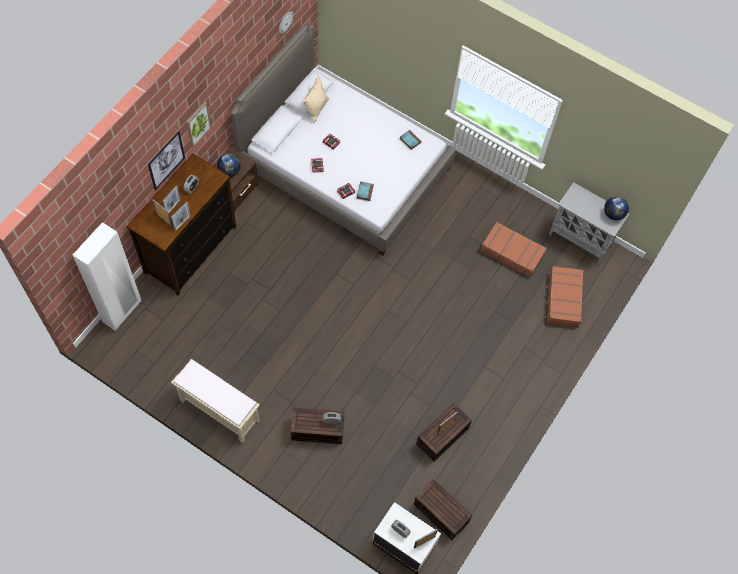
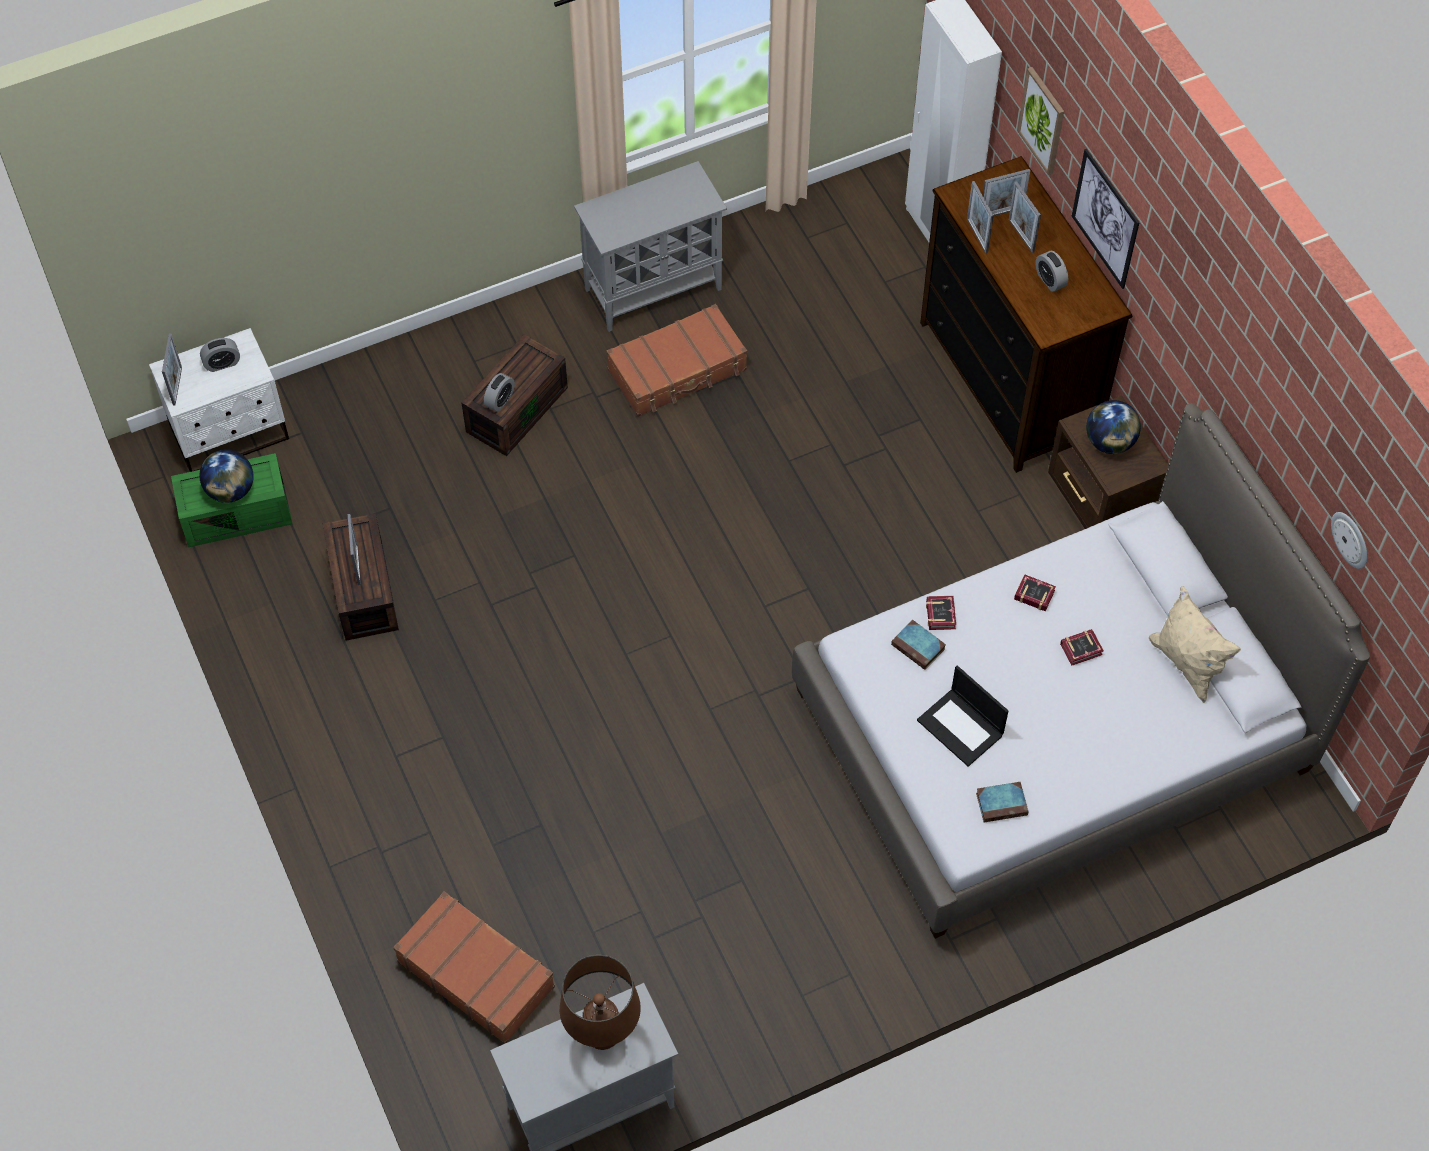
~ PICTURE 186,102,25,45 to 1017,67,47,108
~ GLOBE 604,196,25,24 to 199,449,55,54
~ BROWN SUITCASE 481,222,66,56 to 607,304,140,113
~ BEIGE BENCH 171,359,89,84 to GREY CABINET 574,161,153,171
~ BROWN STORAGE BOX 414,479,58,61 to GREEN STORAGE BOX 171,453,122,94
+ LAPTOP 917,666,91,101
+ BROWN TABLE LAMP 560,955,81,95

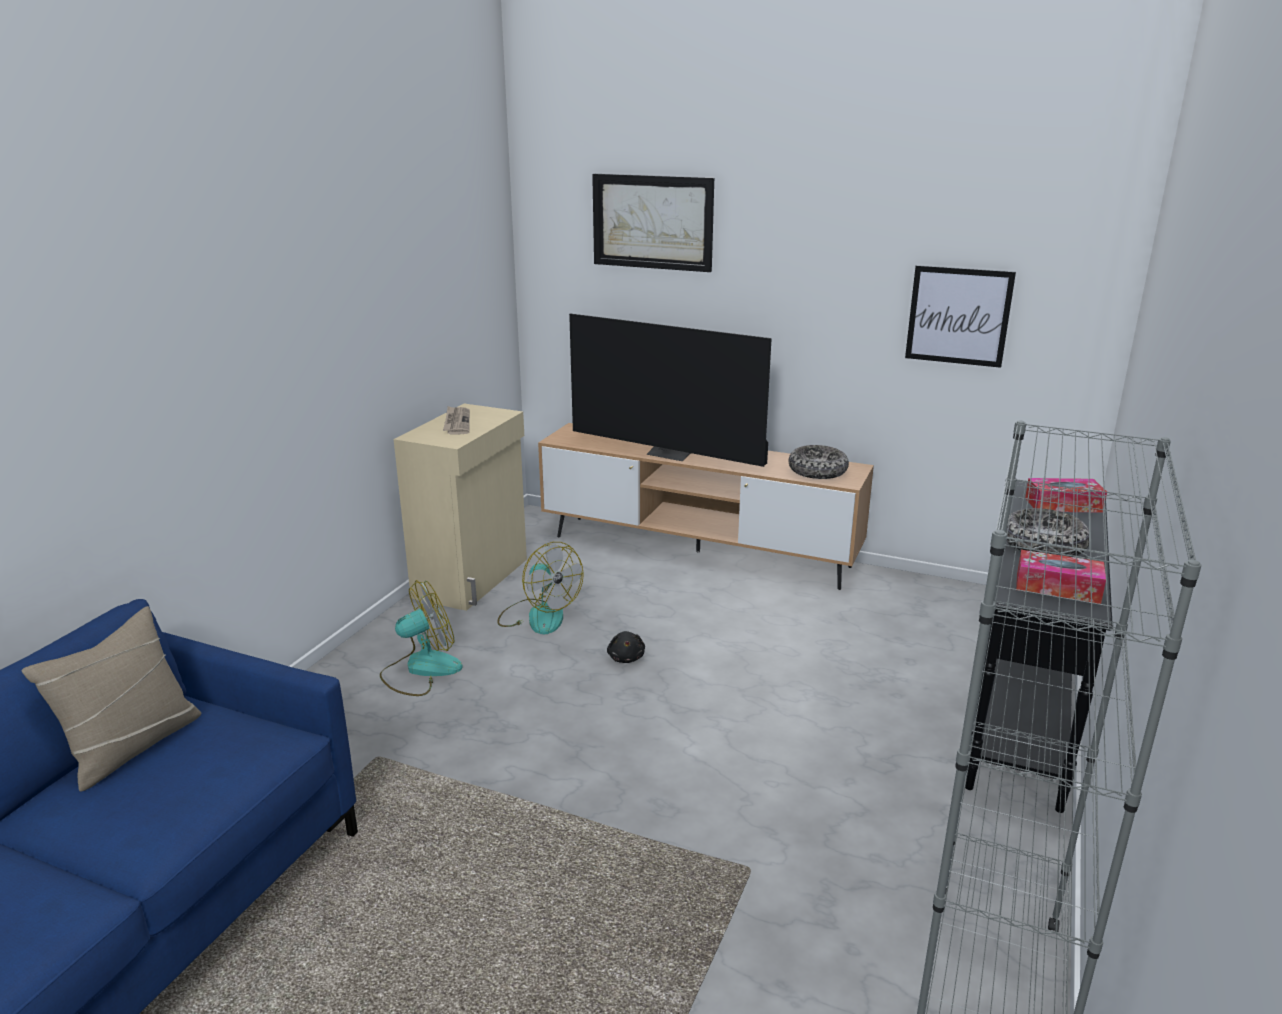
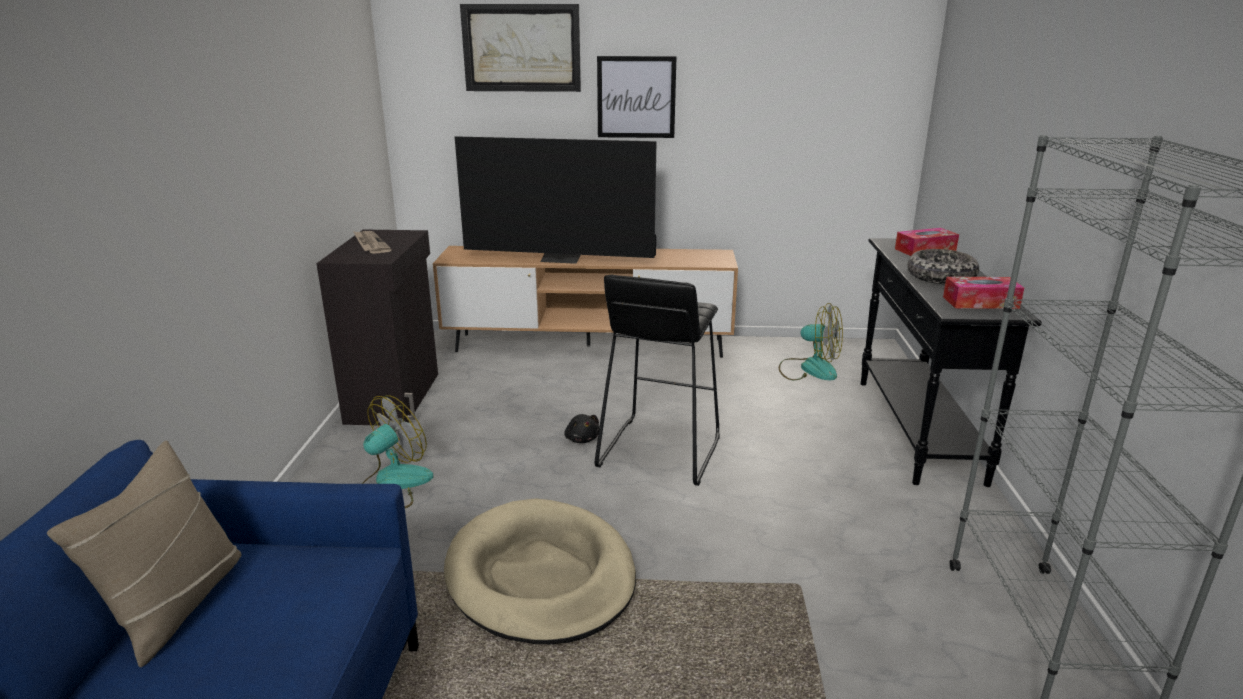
~ PICTURE 905,265,111,103 to 597,56,79,82
~ BEIGE CABINET 394,404,133,207 to BLACK CABINET 316,230,122,196
- BOWL 789,445,60,34
~ FAN 497,542,87,92 to 779,303,64,77
+ BLACK STOOL 595,275,125,211
+ BEIGE DOG BED 444,498,192,146

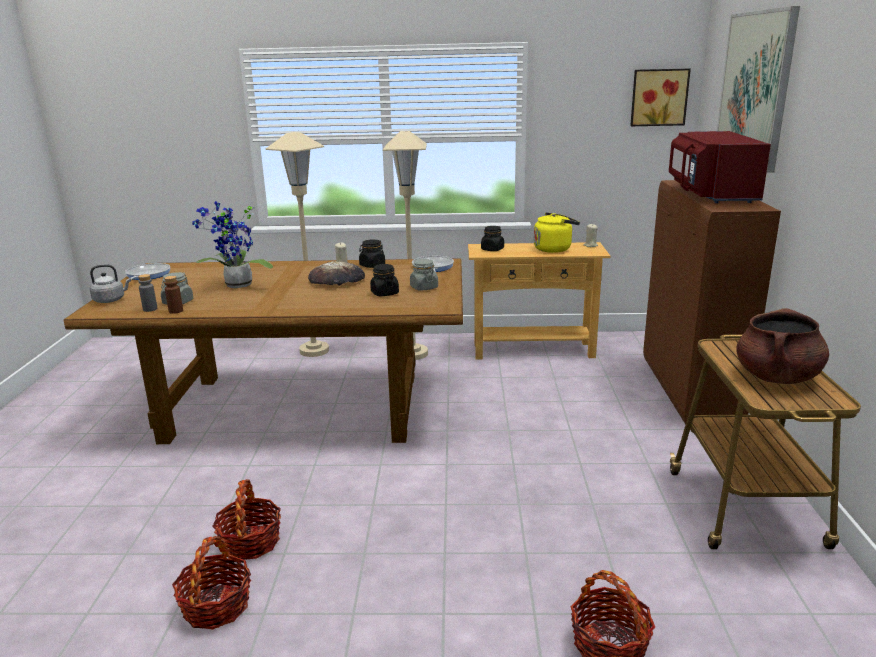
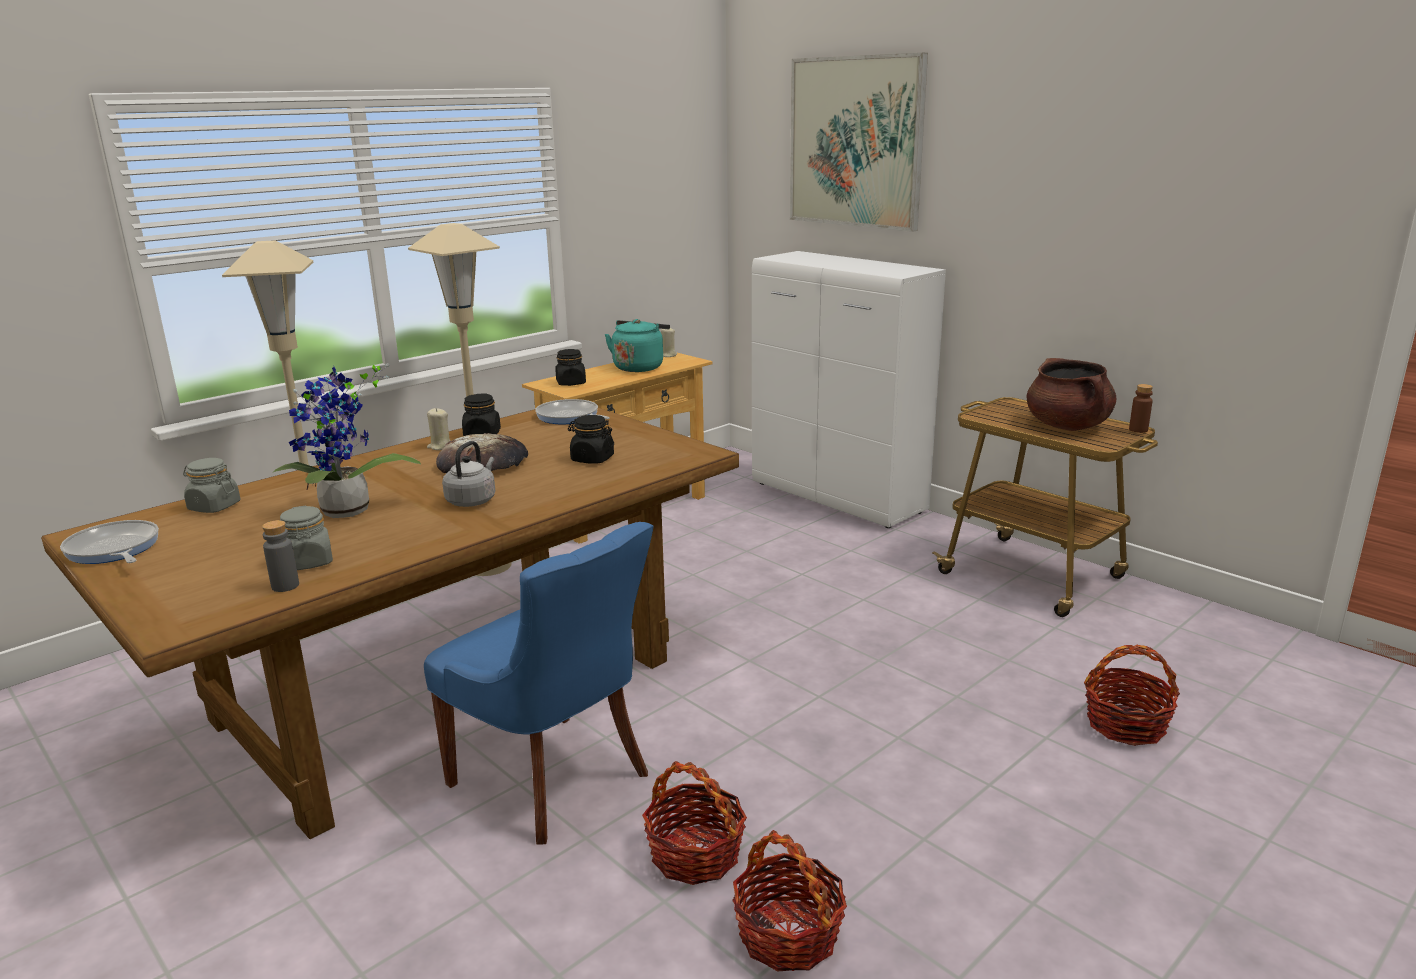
- PICTURE 630,69,61,57
- RED MICROWAVE 669,131,102,72
~ BROWN CABINET 643,180,138,245 to WHITE CABINET 752,251,194,277
~ YELLOW KETTLE 534,212,46,41 to TURQUOISE KETTLE 604,319,66,53
~ GREY JAR 410,259,28,32 to 183,458,57,55
~ GREY KETTLE 90,264,41,39 to 442,441,53,66
~ BROWN BOTTLE 164,276,19,38 to 1129,384,24,49
+ BLUE CHAIR 424,522,229,323

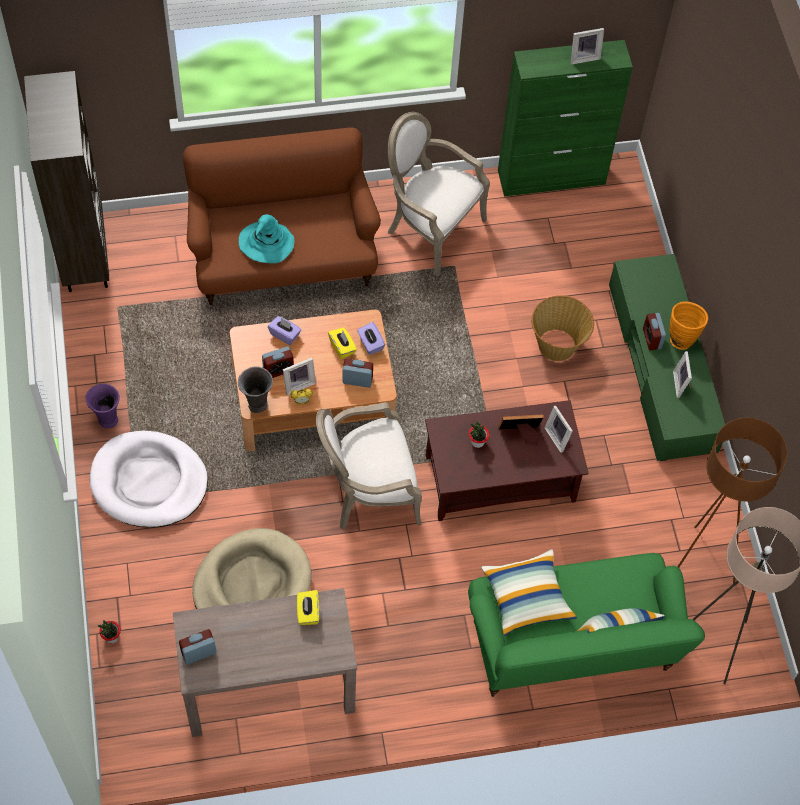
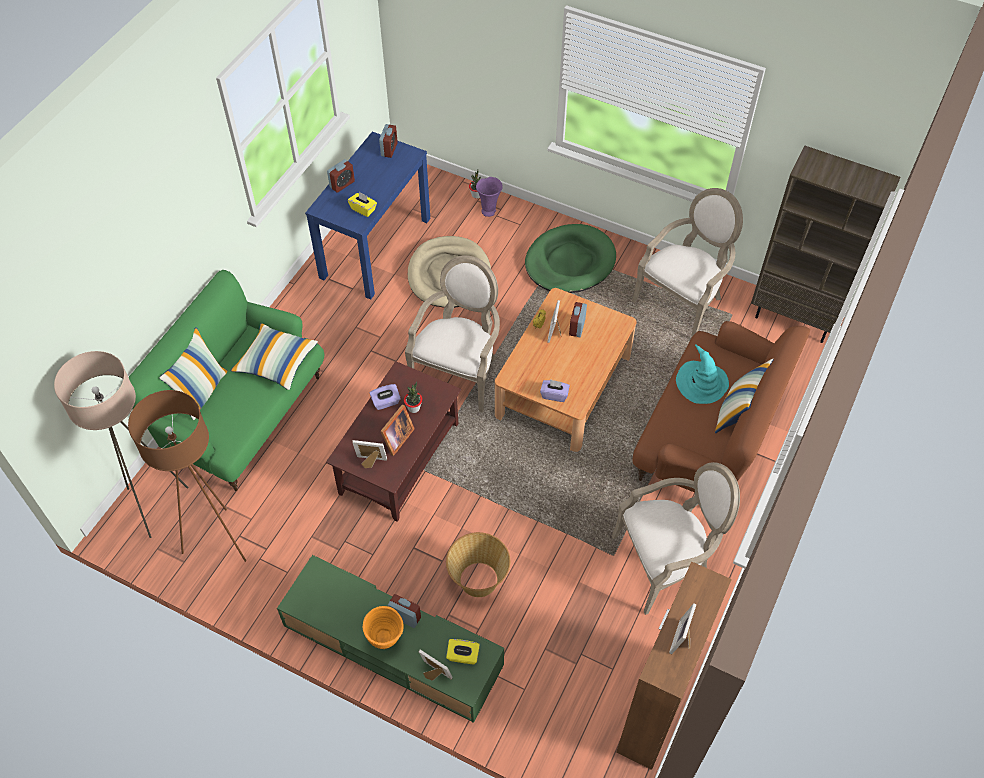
~ GREEN CABINET 498,40,135,156 to BROWN CABINET 617,561,115,209
~ PURPLE TISSUE BOX 268,316,33,29 to 370,384,31,26
~ YELLOW TISSUE BOX 328,328,29,31 to 446,639,34,25
~ PICTURE FRAME 673,351,19,47 to 418,650,35,31
~ ALARM CLOCK 342,358,31,30 to 327,159,28,33
- GREY VASE 238,366,35,47
~ PURPLE VASE 85,384,35,44 to 476,177,27,40
~ WHITE DOG BED 90,430,118,98 to GREEN DOG BED 525,224,91,69
~ BROWN CONSOLE TABLE 173,588,184,149 to BLUE CONSOLE TABLE 305,131,125,169
+ ARMCHAIR 632,188,111,150
+ PILLOW 715,359,59,74

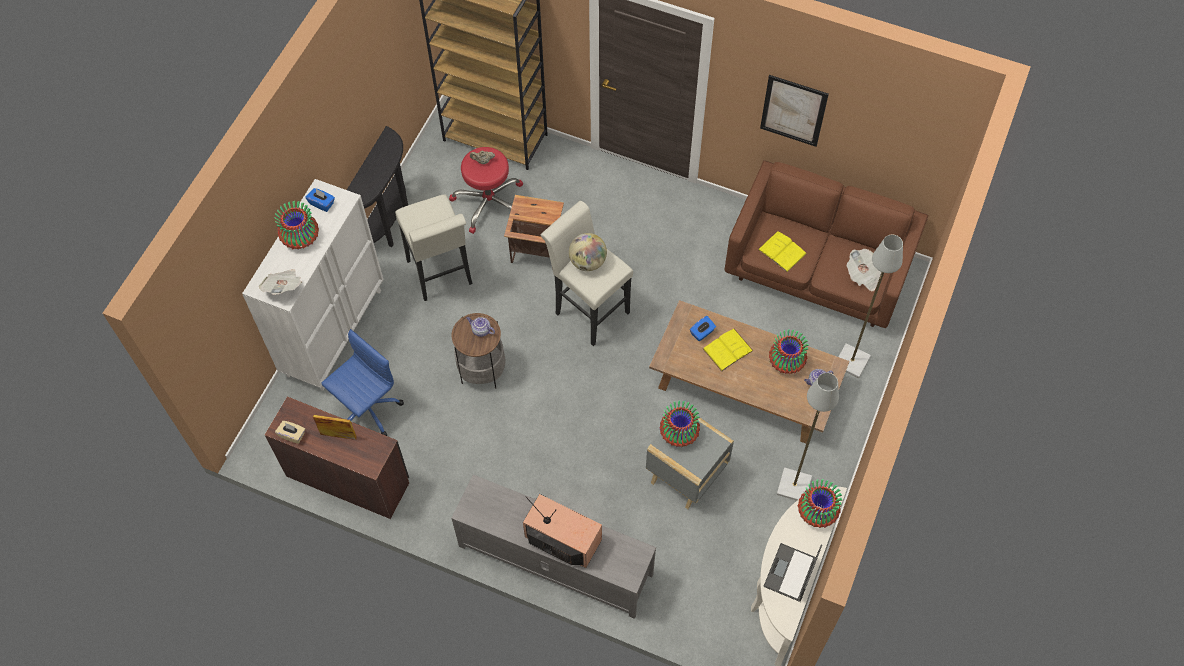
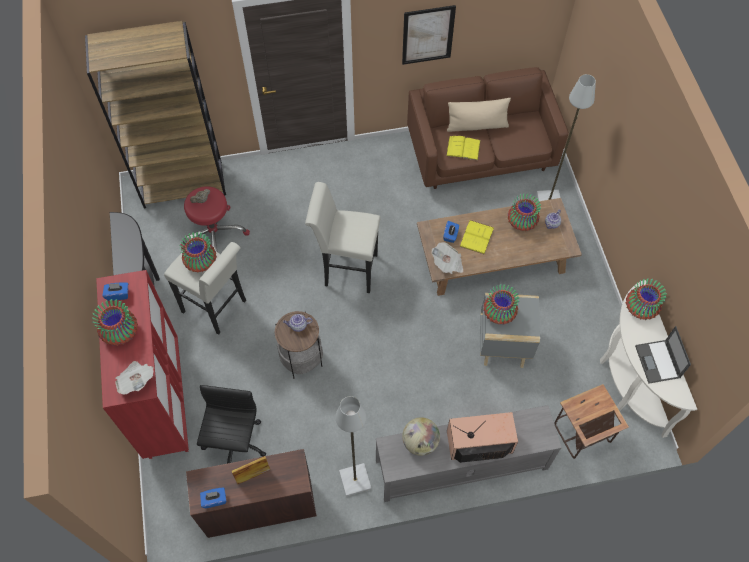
~ WHITE CABINET 242,179,142,212 to RED CABINET 96,270,93,189
~ SIDE TABLE 504,195,60,68 to 554,384,75,75
~ GLOBE 569,233,38,38 to 402,417,38,39
~ NEWSPAPER 847,249,34,42 to 432,242,31,32
~ BLUE OFFICE CHAIR 321,329,83,107 to BLACK OFFICE CHAIR 197,385,69,79
~ GREY FLOOR LAMP 777,373,62,128 to 335,396,37,100
~ BEIGE TISSUE BOX 275,421,30,23 to BLUE TISSUE BOX 200,487,27,21
+ BEIGE PILLOW 447,98,64,34
+ VASE 179,232,38,41

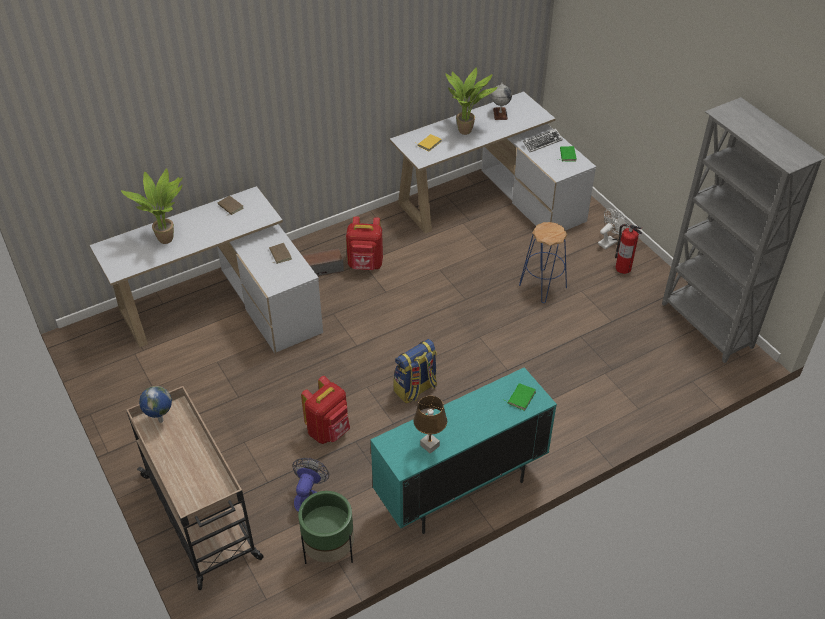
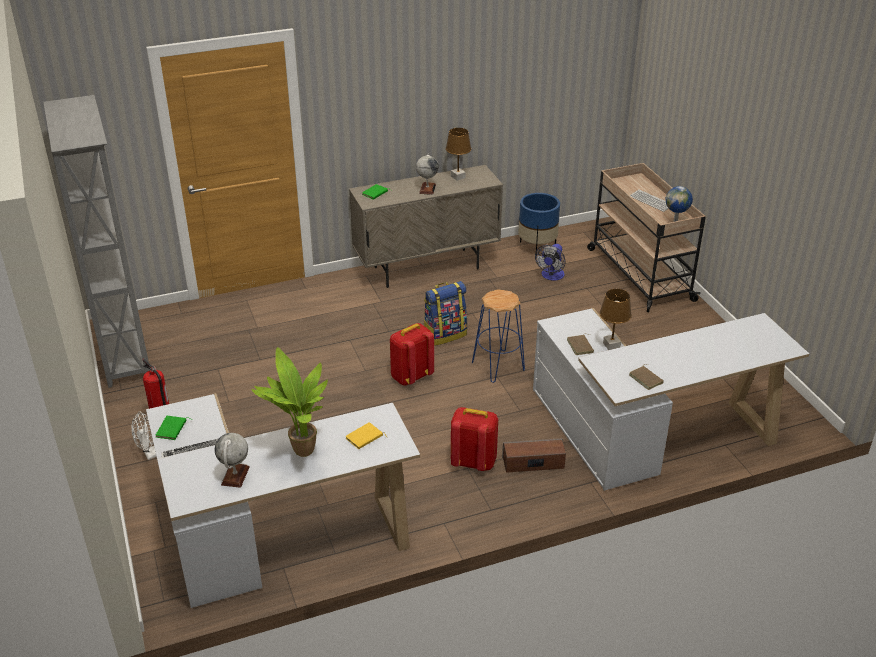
- POTTED PLANT 121,168,62,76
~ BLUE STOOL 519,222,49,81 to 472,290,53,93
~ TURQUOISE CABINET 370,367,187,167 to BEIGE CABINET 349,165,154,123
~ RED BACKPACK 301,376,49,68 to 390,323,44,62
~ GREEN PLANTER 298,491,56,73 to BLUE PLANTER 518,193,42,62
+ GLOBE 416,153,23,42
+ KEYBOARD 630,189,39,23
+ BROWN TABLE LAMP 599,289,33,61

